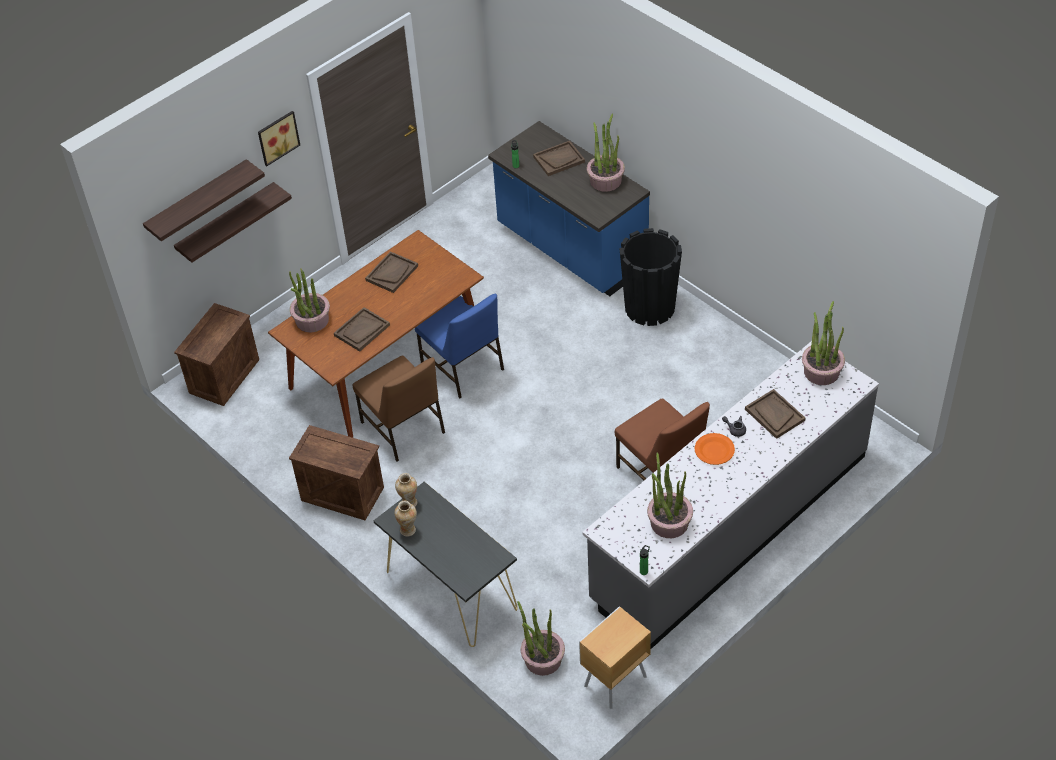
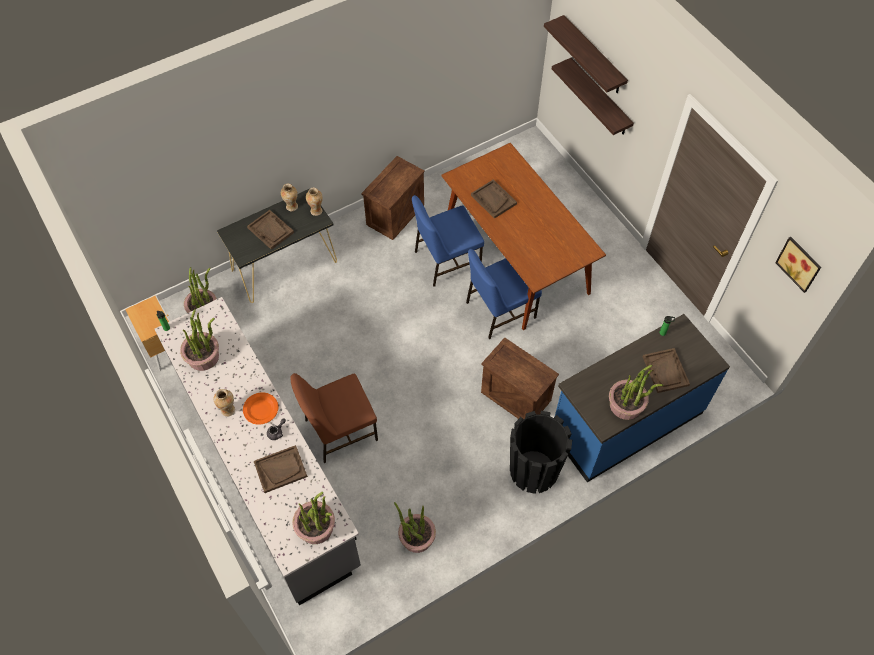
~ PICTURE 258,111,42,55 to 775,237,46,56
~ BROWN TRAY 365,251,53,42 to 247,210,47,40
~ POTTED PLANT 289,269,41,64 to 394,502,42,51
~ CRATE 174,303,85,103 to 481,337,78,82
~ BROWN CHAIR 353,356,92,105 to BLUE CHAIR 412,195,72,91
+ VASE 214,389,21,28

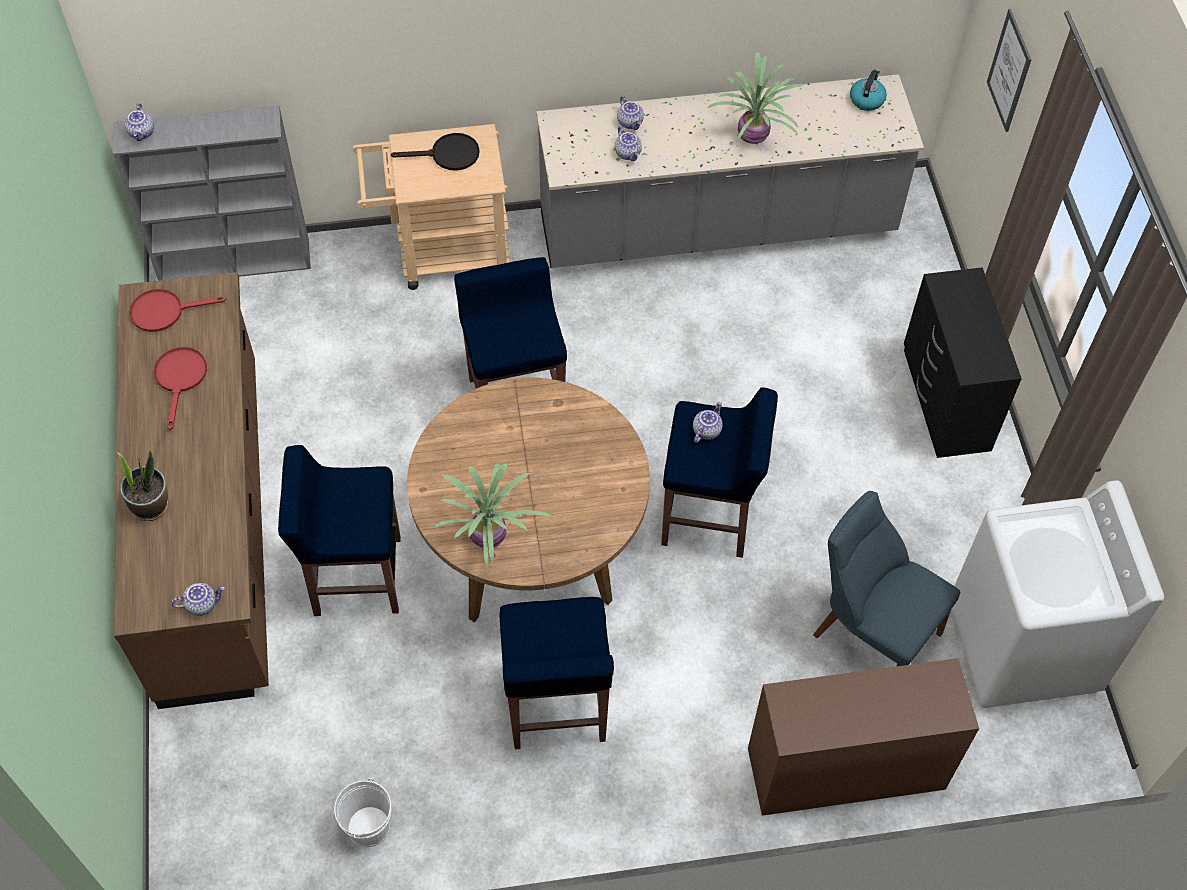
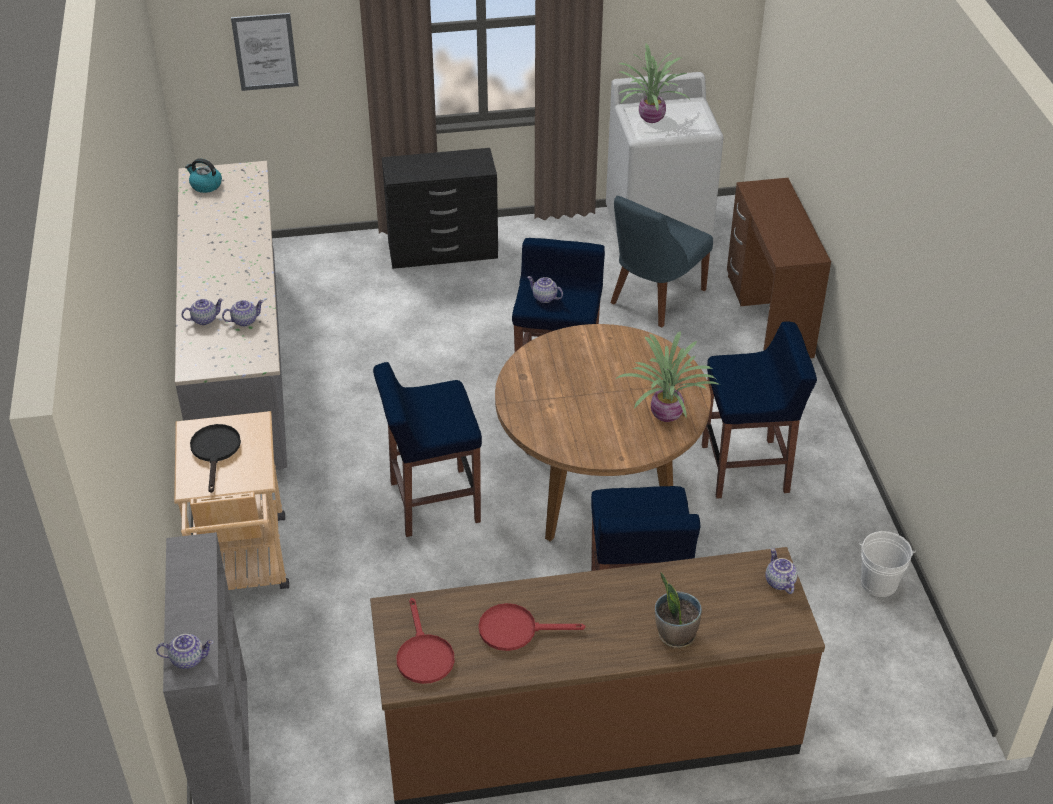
~ POTTED PLANT 707,52,97,92 to 618,44,71,79

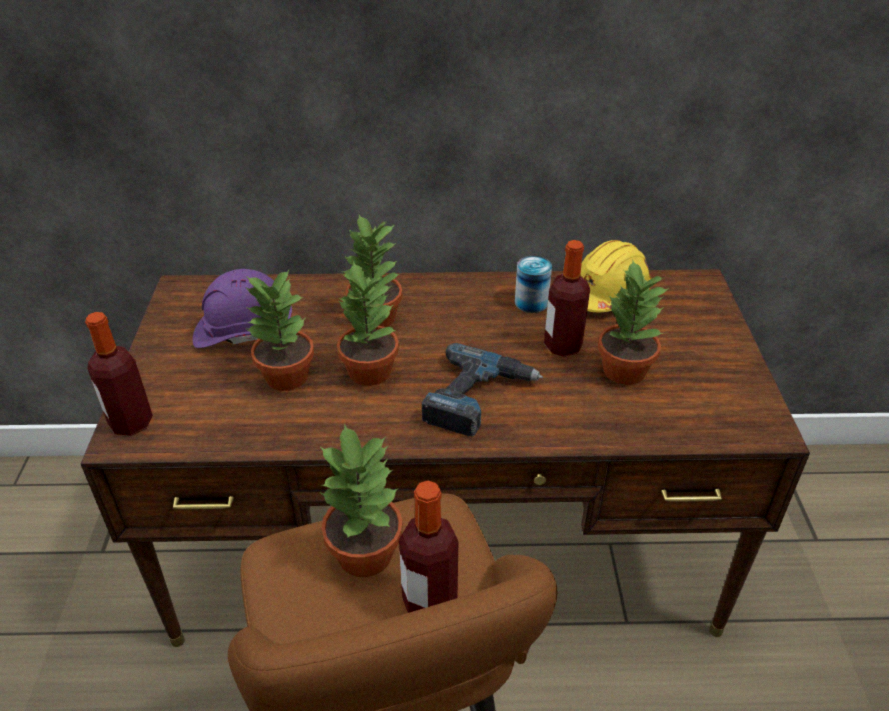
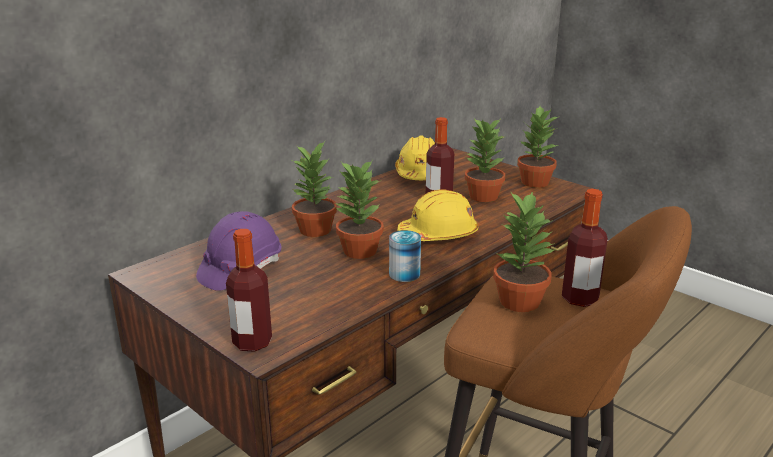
~ CAN 515,256,37,57 to 389,230,32,52
~ POTTED PLANT 245,270,69,121 to 517,106,43,82
~ POWER DRILL 422,343,121,94 to YELLOW HARD HAT 397,189,82,52

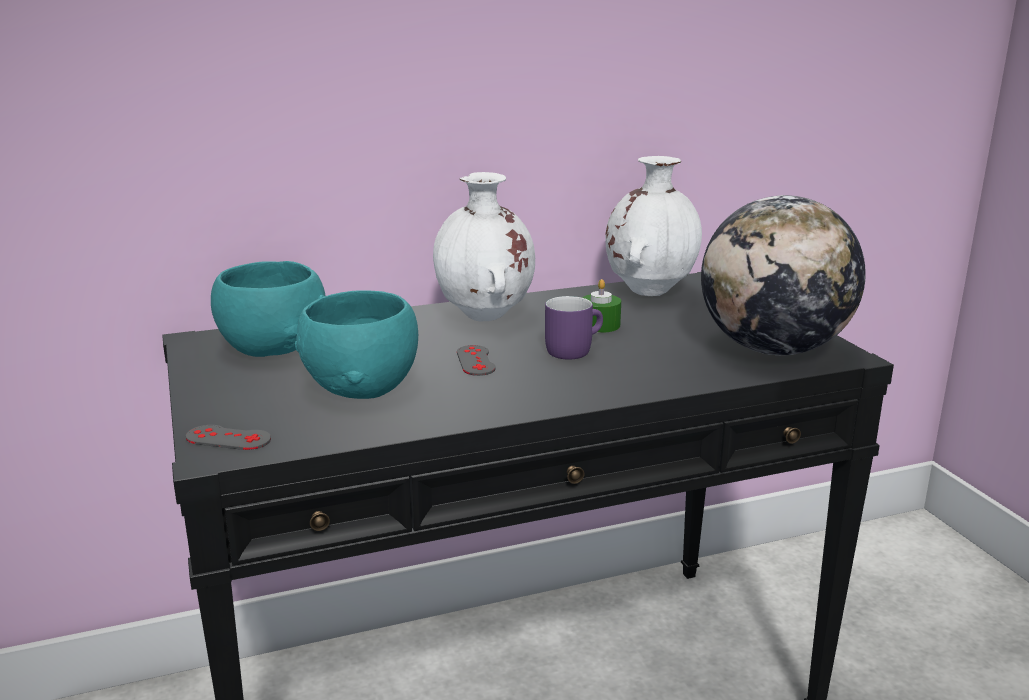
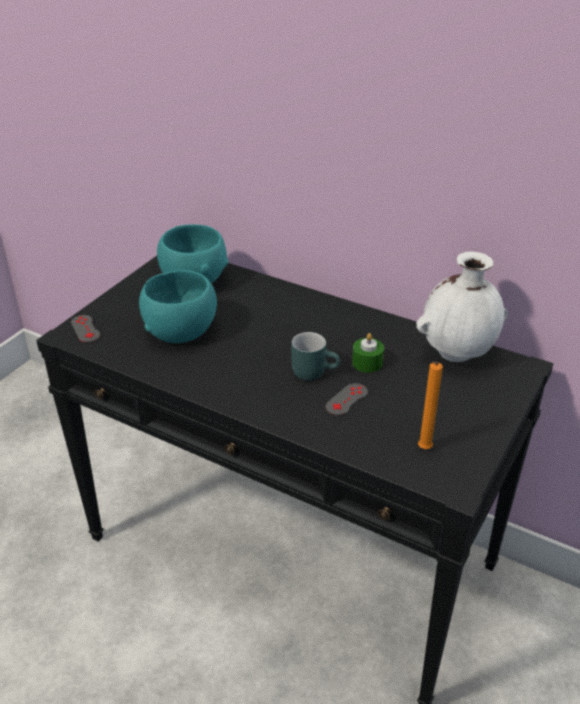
- WHITE VASE 433,172,102,150
~ GLOBE 701,195,165,160 to ORANGE CANDLE 418,362,25,87
~ PURPLE MUG 545,296,58,64 to TURQUOISE MUG 292,332,48,49
~ GREY GAME CONTROLLER 457,345,39,31 to 326,383,42,33

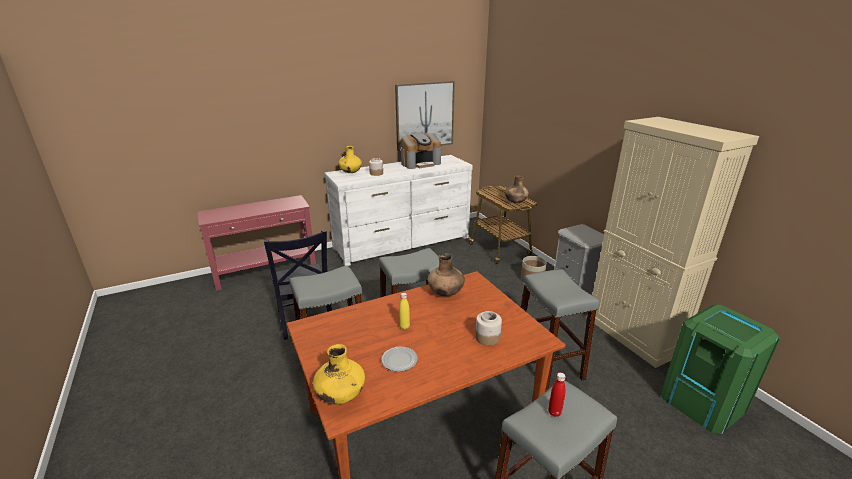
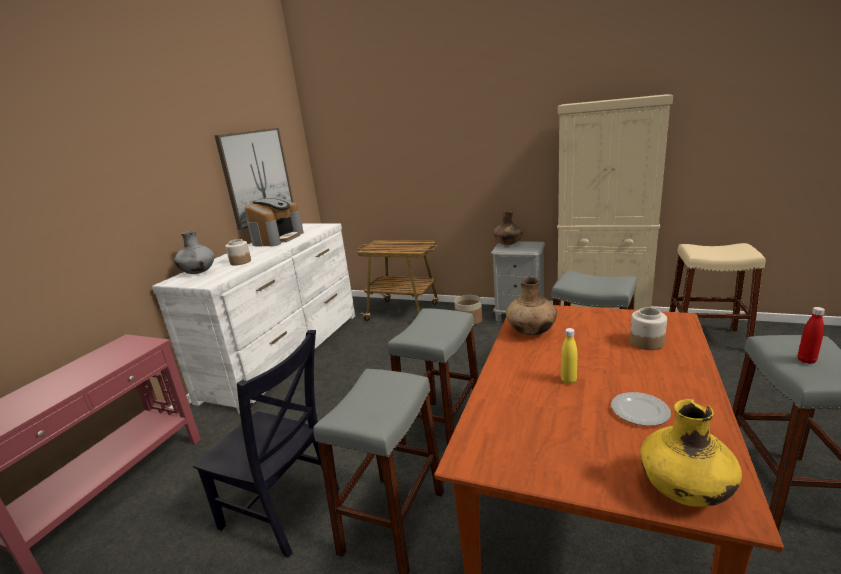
~ YELLOW VASE 338,146,24,27 to GREY VASE 174,231,41,43
~ BROWN VASE 505,176,24,27 to 493,211,30,34
~ GREEN TRASH CAN 661,304,119,130 to BEIGE STOOL 669,243,96,97

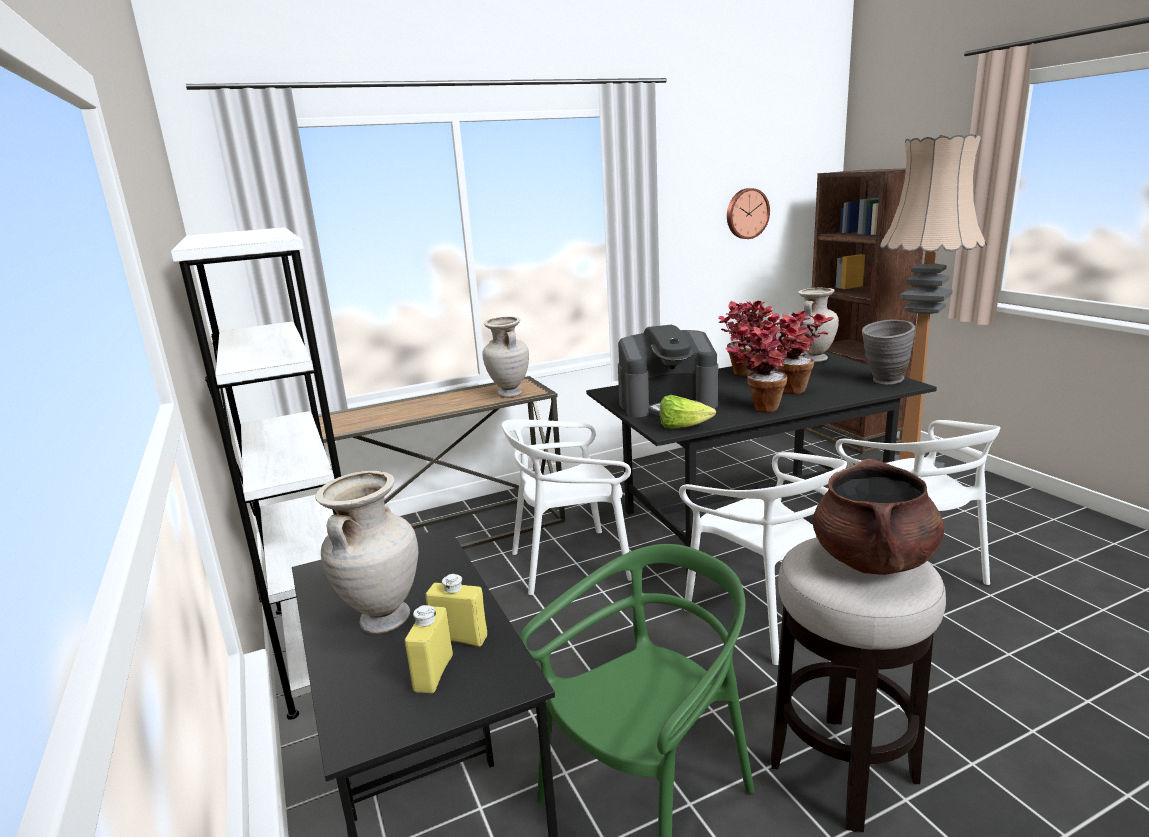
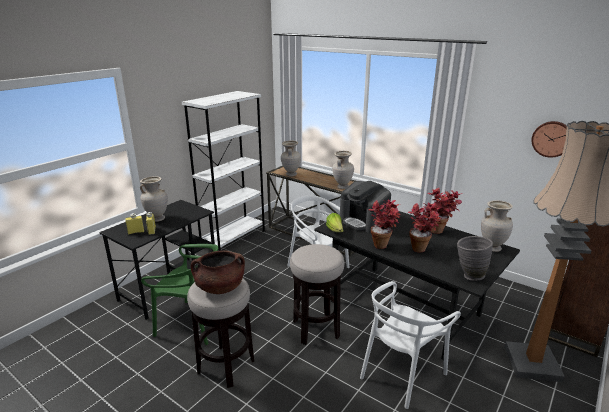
~ WHITE CHAIR 679,452,168,213 to STOOL 290,244,54,101
+ BEIGE VASE 281,141,20,36

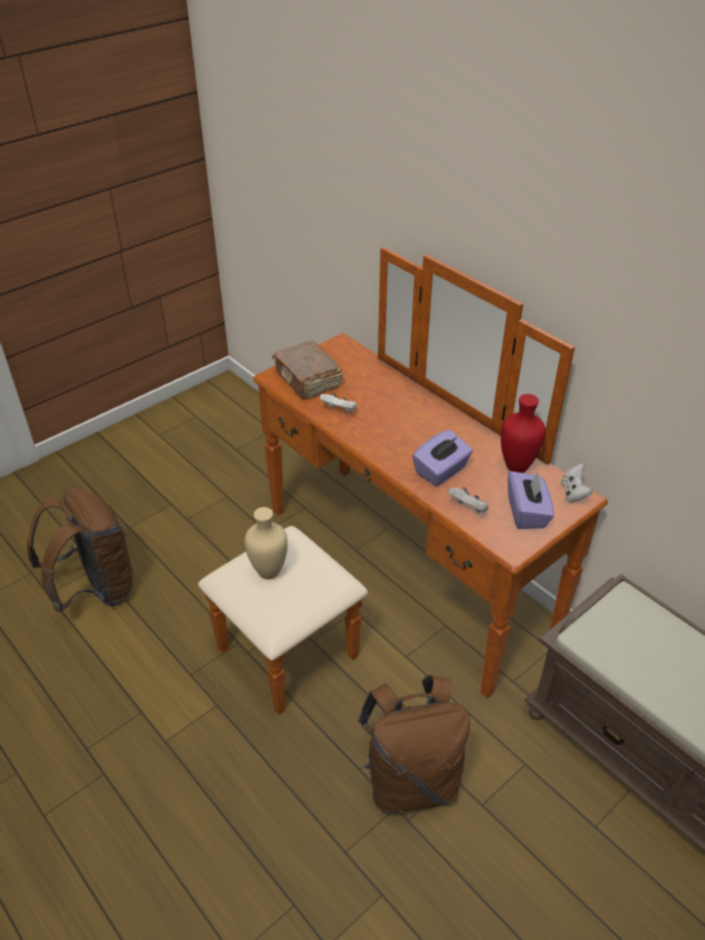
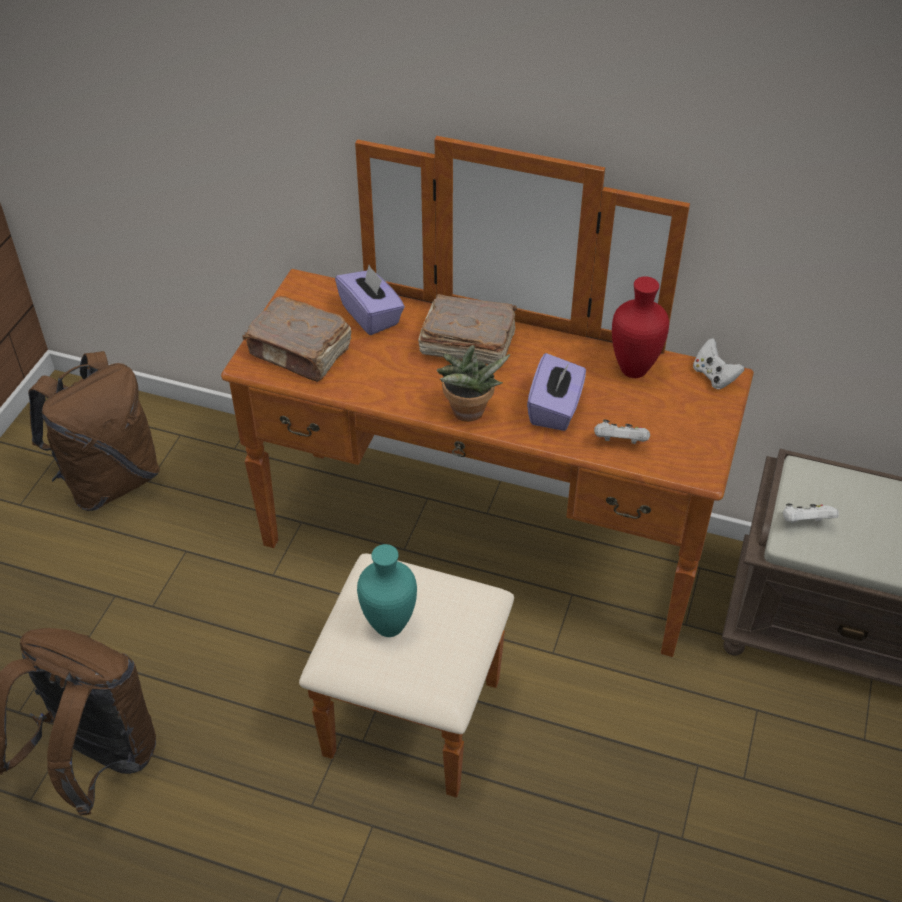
~ WHITE GAME CONTROLLER 320,393,37,20 to 783,504,56,19
~ PURPLE TISSUE BOX 508,471,46,58 to 335,265,70,70
~ BEIGE VASE 245,507,43,72 to TURQUOISE VASE 357,544,60,93
~ BROWN BACKPACK 358,675,112,139 to 28,351,132,160
+ BROWN BOOK 418,294,99,71
+ POTTED PLANT 437,345,73,77

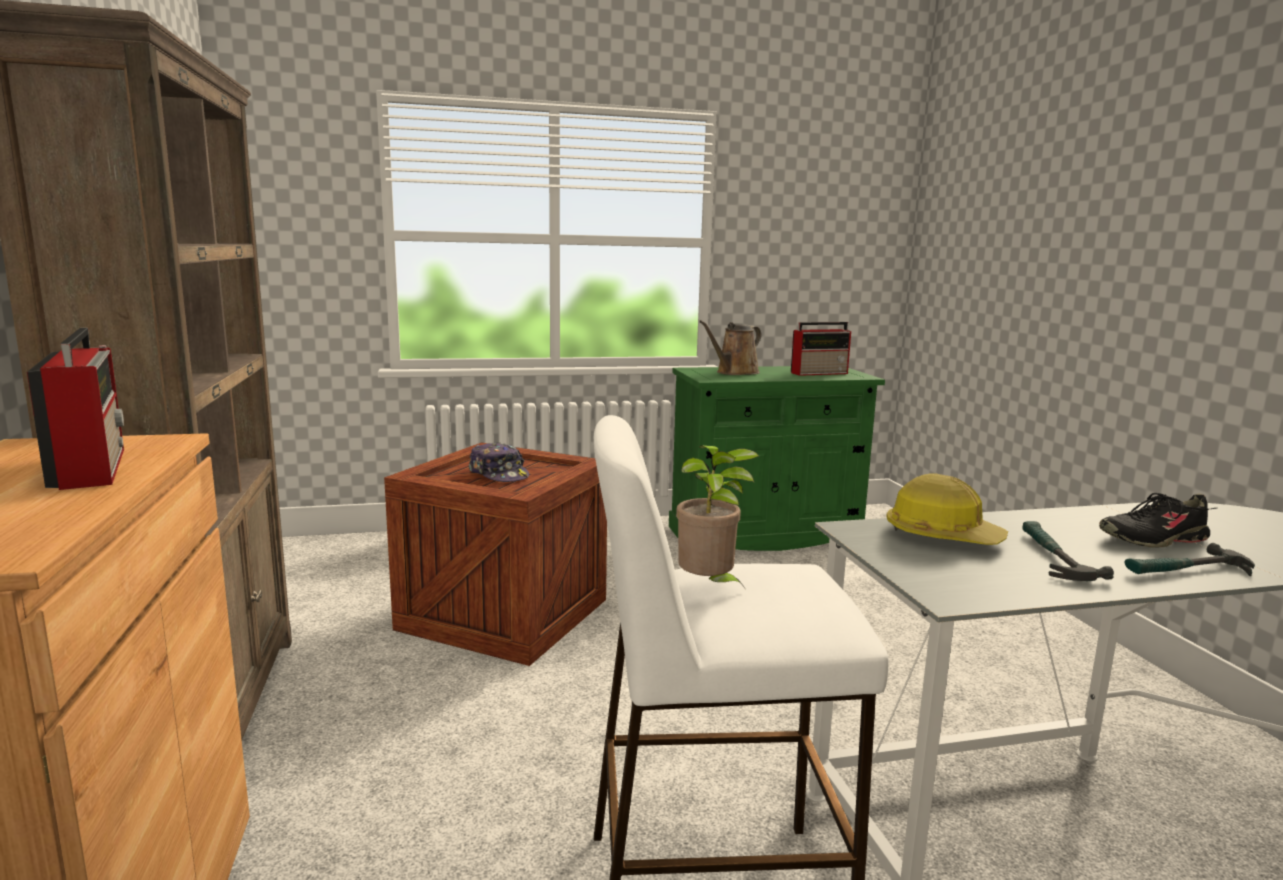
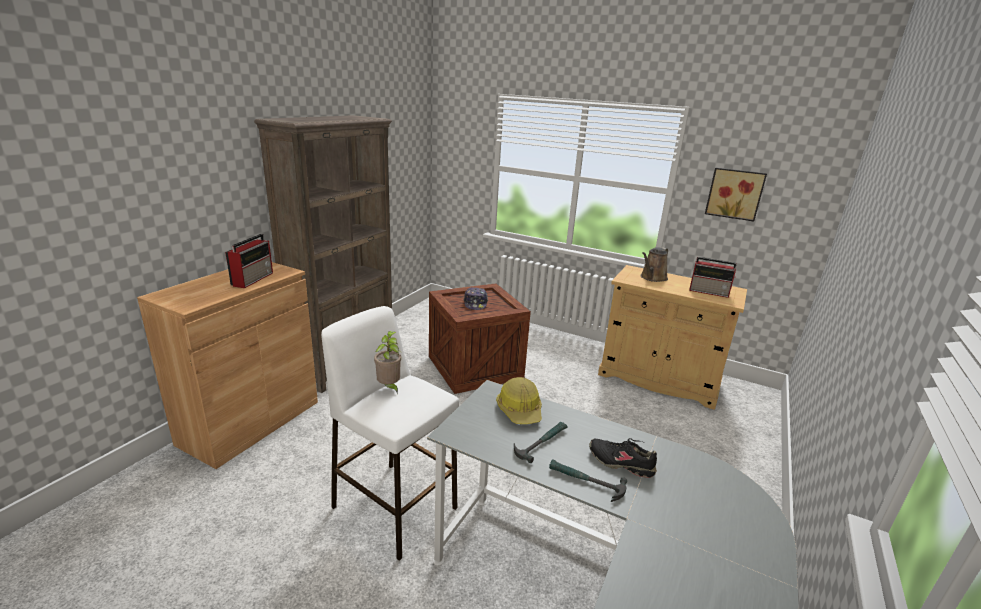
~ BROWN WATERING CAN 699,320,63,55 = 640,247,28,35 45 degrees counterclockwise
~ GREEN CABINET 669,366,216,185 to BEIGE CABINET 598,265,149,145
+ PICTURE 705,168,62,53

